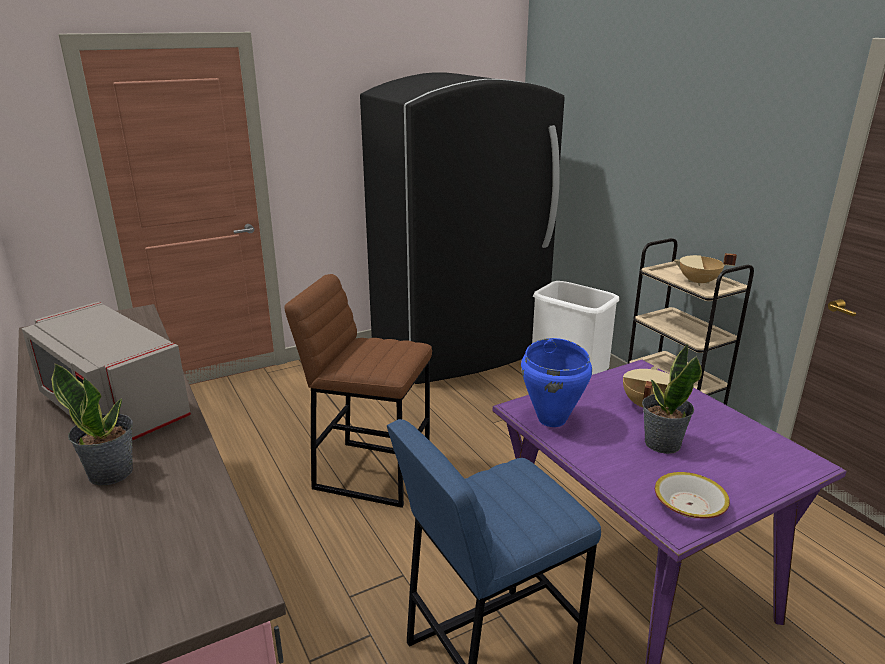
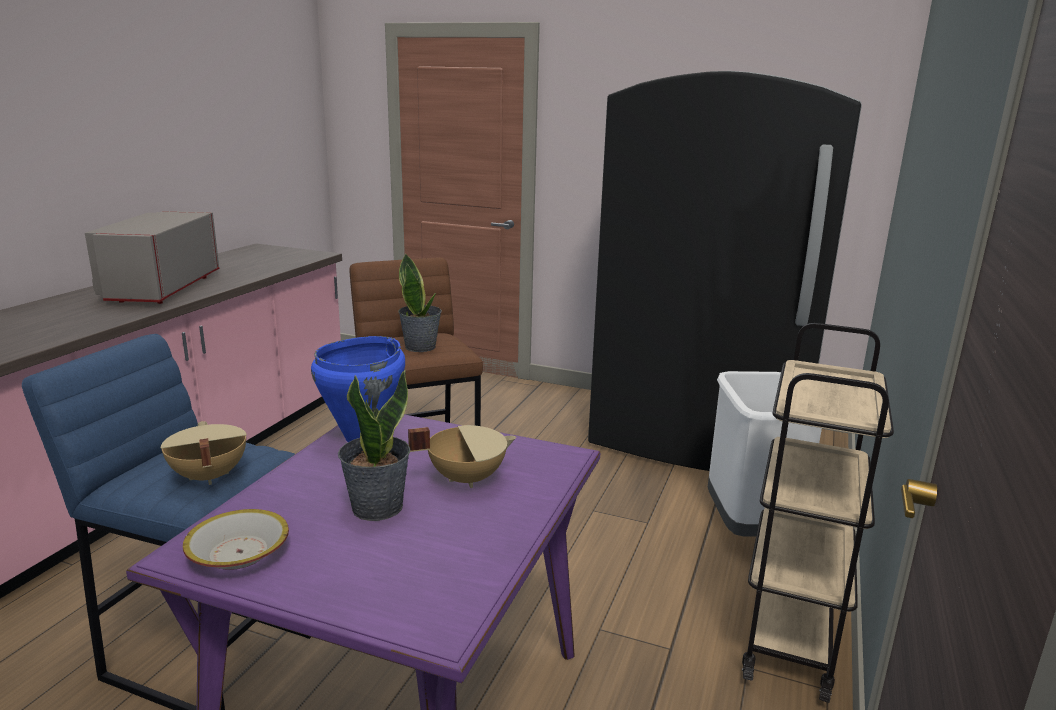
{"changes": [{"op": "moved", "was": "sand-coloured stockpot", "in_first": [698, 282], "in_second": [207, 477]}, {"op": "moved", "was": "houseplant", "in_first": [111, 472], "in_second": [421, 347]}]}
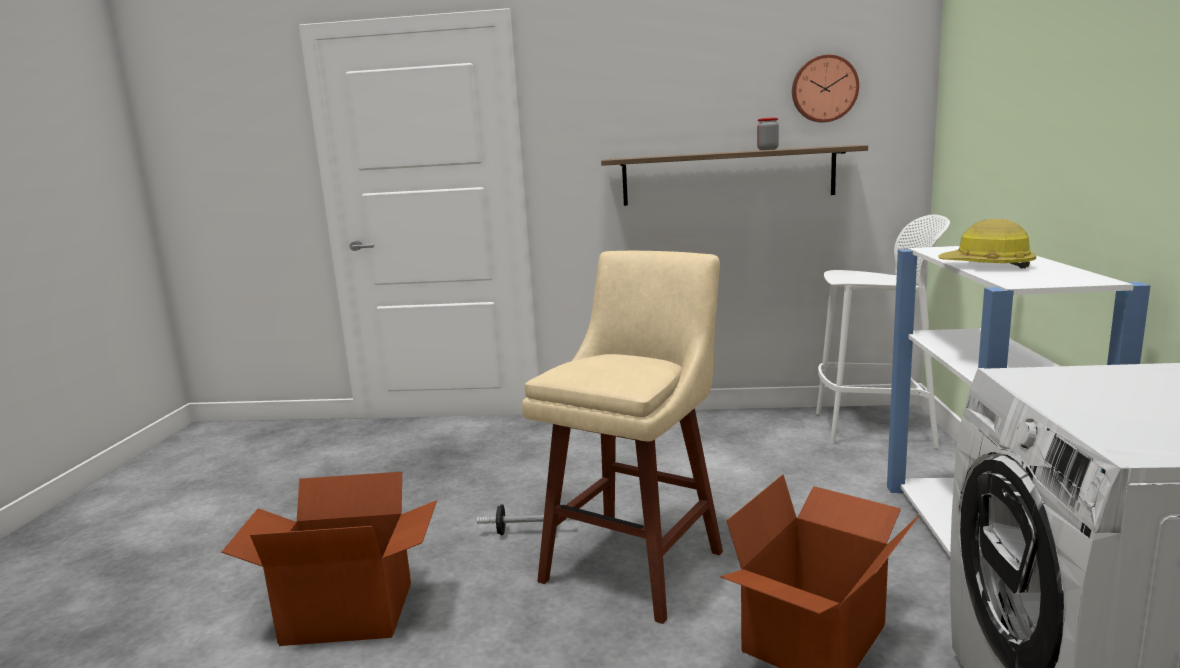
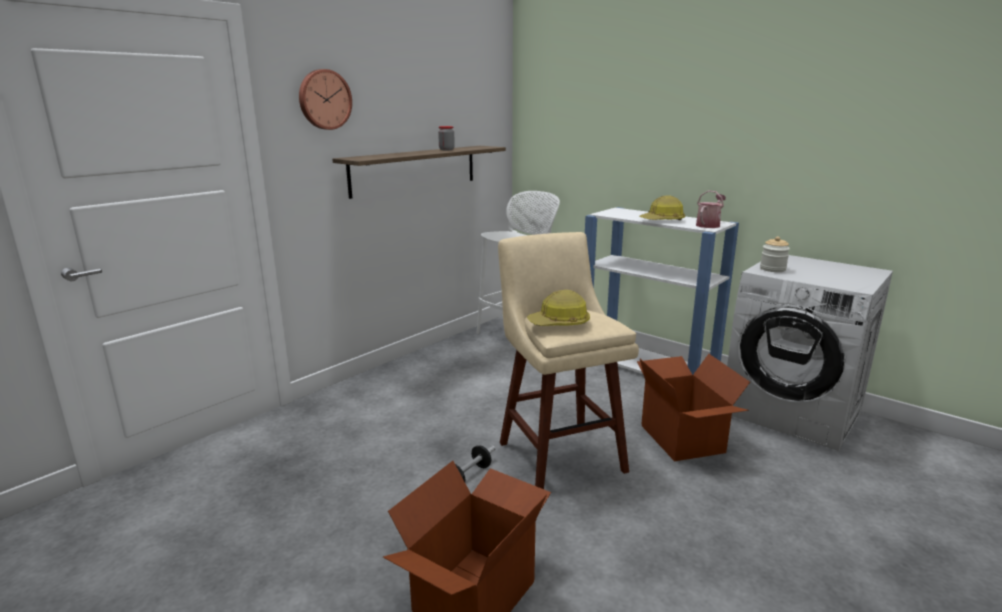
{"changes": [{"op": "moved", "was": "hanging clock", "in_first": [824, 89], "in_second": [324, 99]}, {"op": "added", "now": "work helmet", "in_second": [559, 323]}, {"op": "added", "now": "watering pot", "in_second": [709, 225]}, {"op": "added", "now": "preserve jar", "in_second": [772, 269]}]}
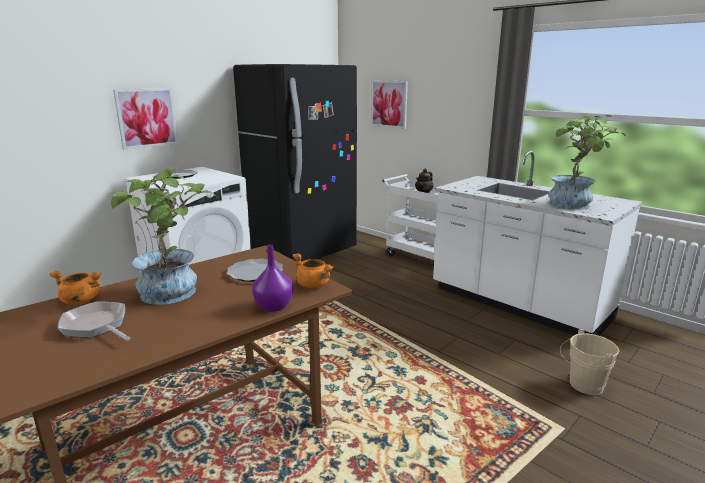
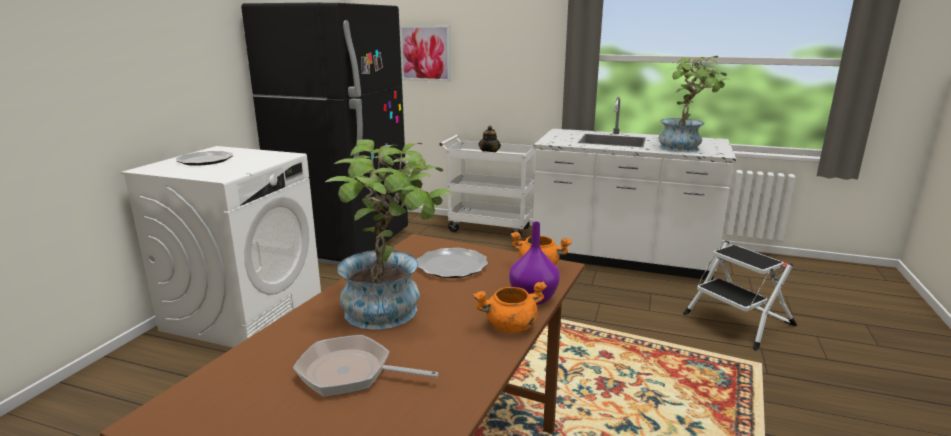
{"changes": [{"op": "moved", "was": "orange stockpot", "in_first": [80, 301], "in_second": [510, 326]}, {"op": "replaced", "was": "sand-coloured water bucket", "now": "stepladder", "in_first": [582, 385], "in_second": [739, 321]}, {"op": "removed", "was": "wall picture", "in_first": [147, 118]}]}
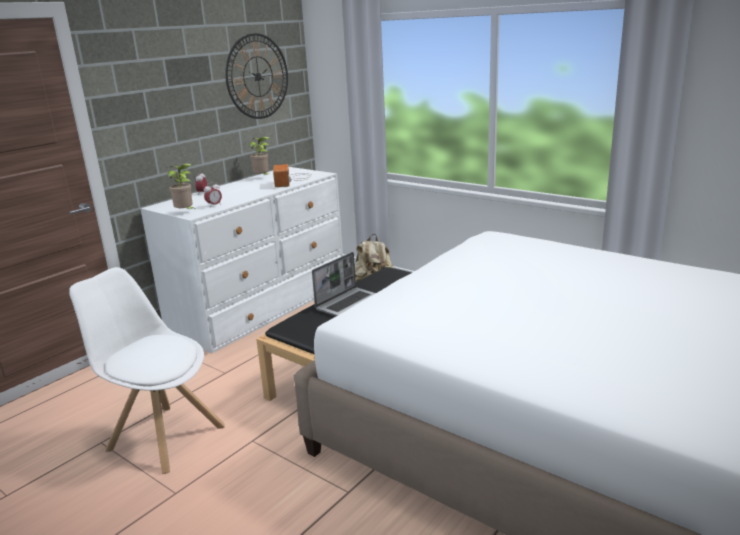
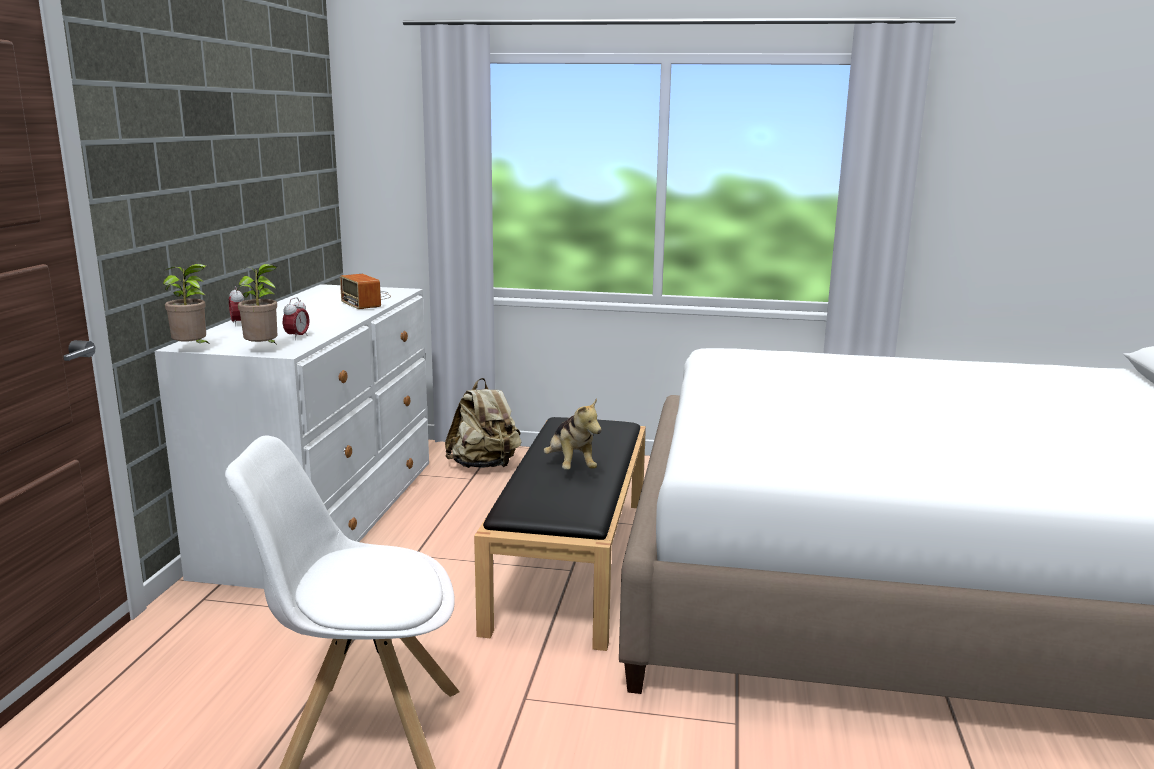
{"changes": [{"op": "moved", "was": "houseplant", "in_first": [262, 177], "in_second": [193, 350]}, {"op": "replaced", "was": "portable computer", "now": "cuddly toy", "in_first": [350, 304], "in_second": [570, 466]}, {"op": "removed", "was": "hanging clock", "in_first": [258, 76]}]}
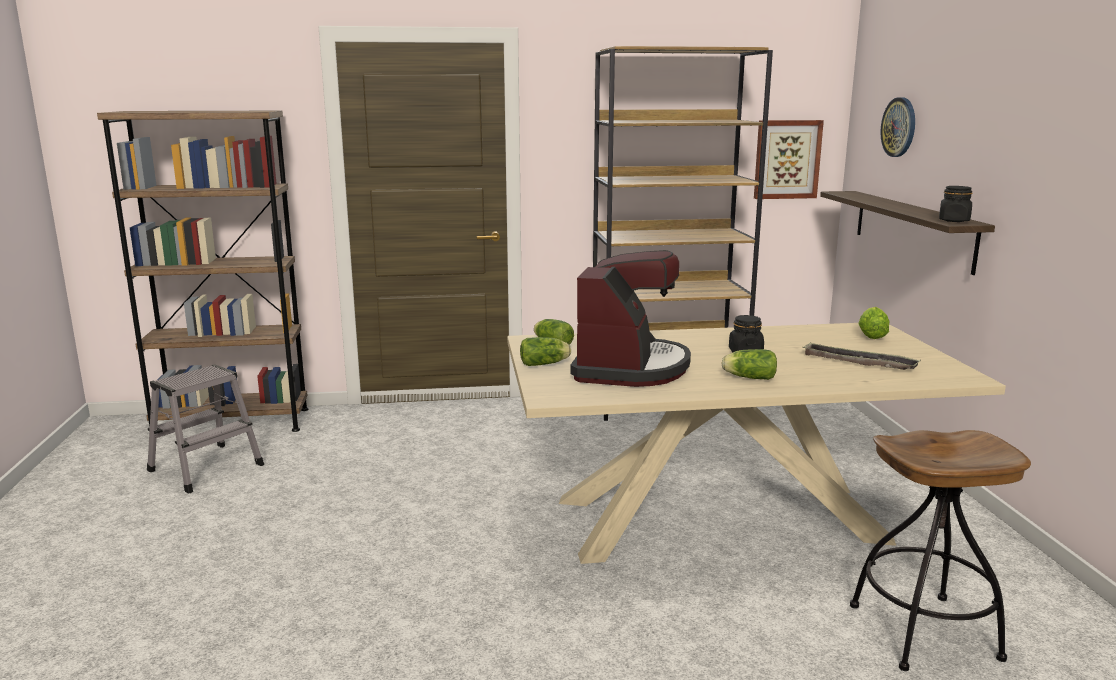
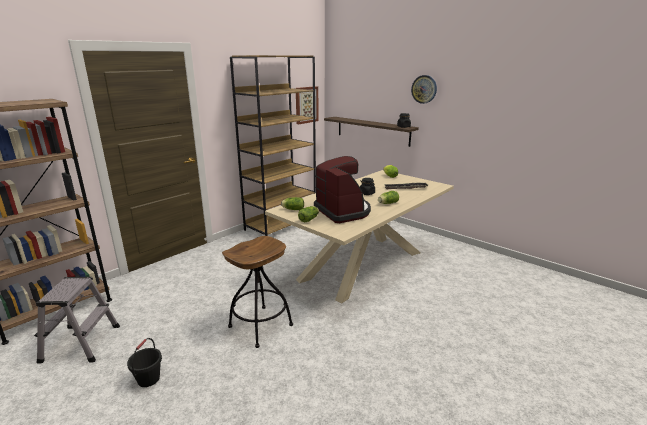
{"changes": [{"op": "added", "now": "black water bucket", "in_second": [148, 379]}, {"op": "moved", "was": "brown stool seat", "in_first": [923, 631], "in_second": [260, 326]}, {"op": "moved", "was": "hanging clock", "in_first": [899, 127], "in_second": [424, 89]}]}
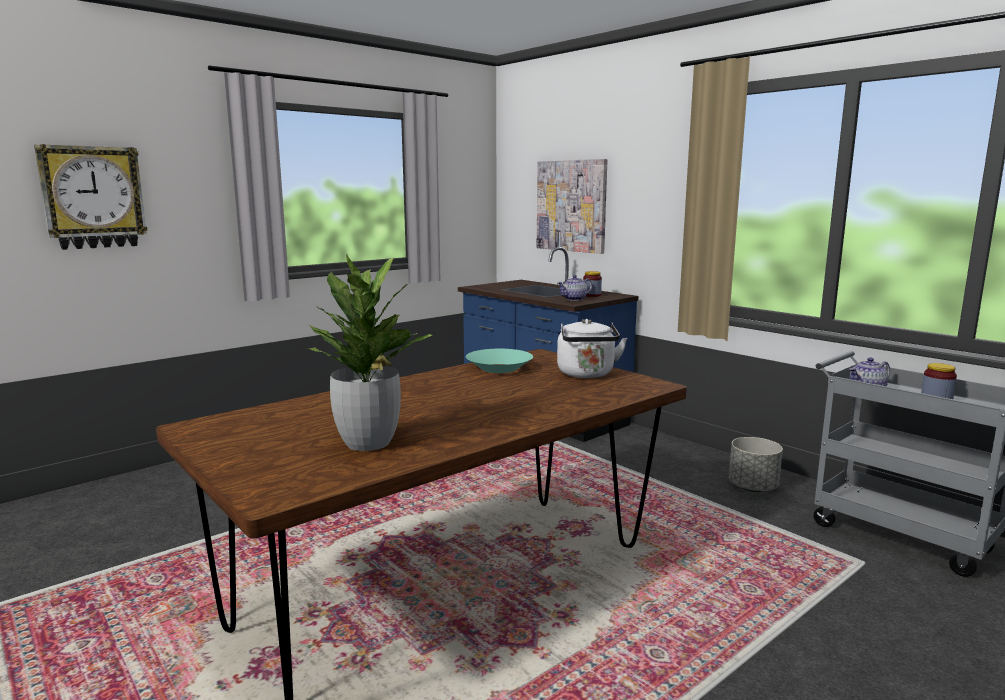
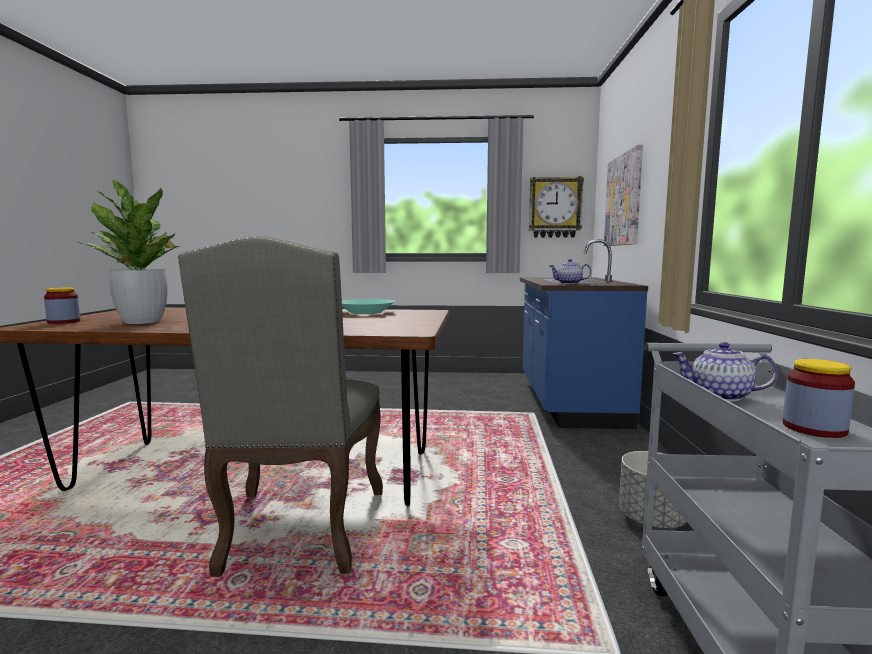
{"changes": [{"op": "moved", "was": "preserve jar", "in_first": [591, 295], "in_second": [64, 322]}, {"op": "added", "now": "grey chair", "in_second": [299, 532]}, {"op": "moved", "was": "hanging clock", "in_first": [93, 197], "in_second": [555, 207]}, {"op": "removed", "was": "whitish water kettle", "in_first": [587, 374]}]}
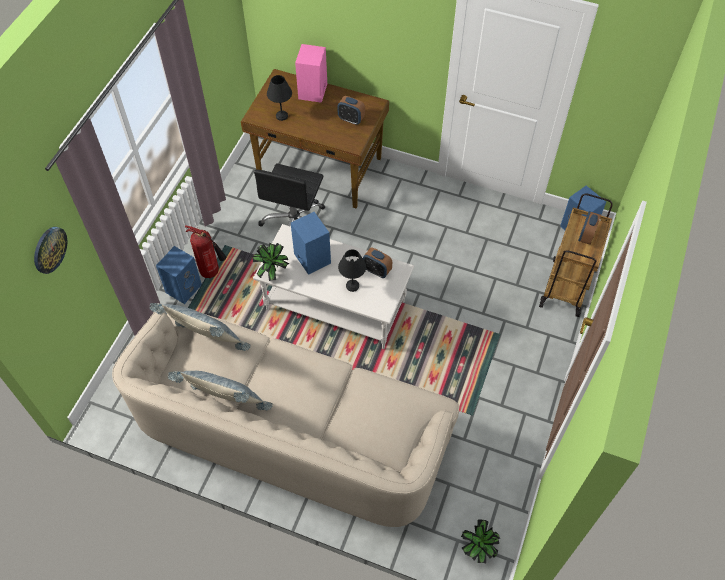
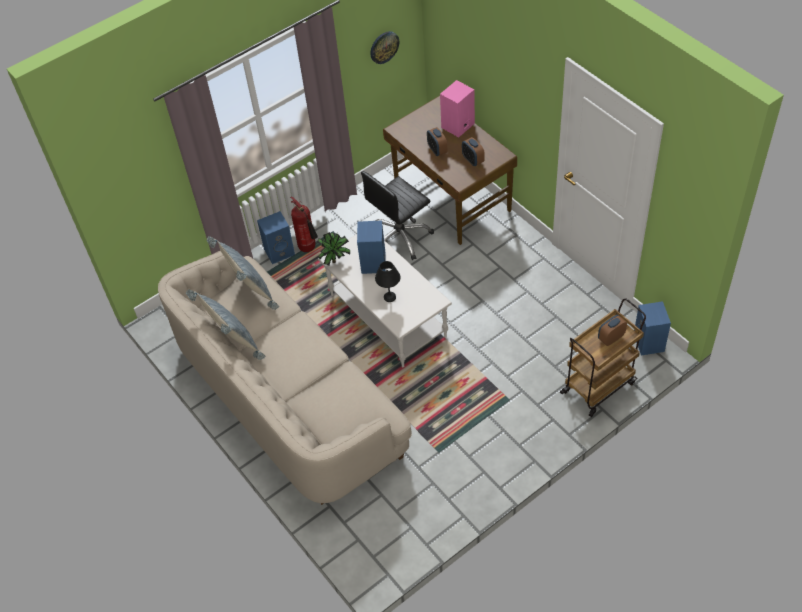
{"changes": [{"op": "moved", "was": "hanging clock", "in_first": [49, 249], "in_second": [384, 47]}, {"op": "moved", "was": "bedside clock", "in_first": [377, 271], "in_second": [437, 150]}, {"op": "removed", "was": "black tabletop lamp", "in_first": [281, 116]}, {"op": "removed", "was": "houseplant", "in_first": [477, 549]}]}
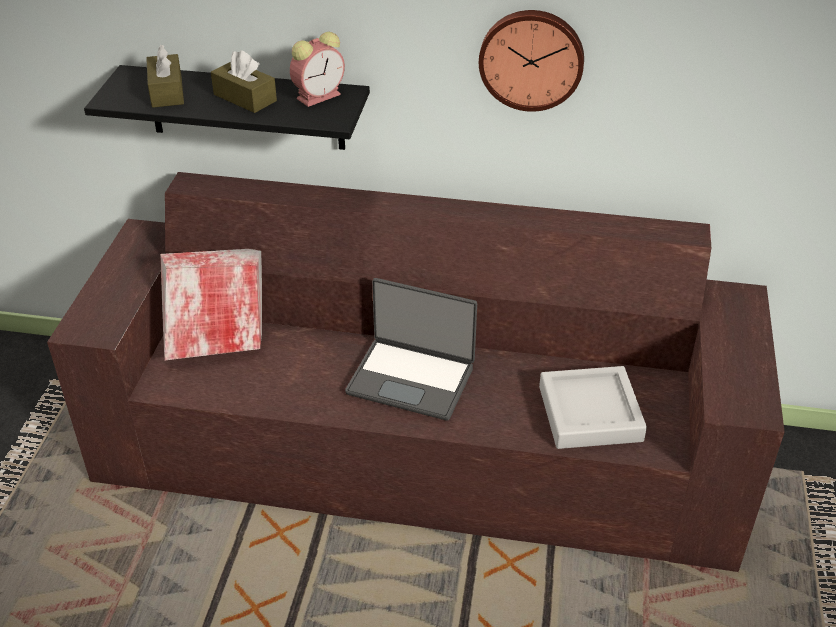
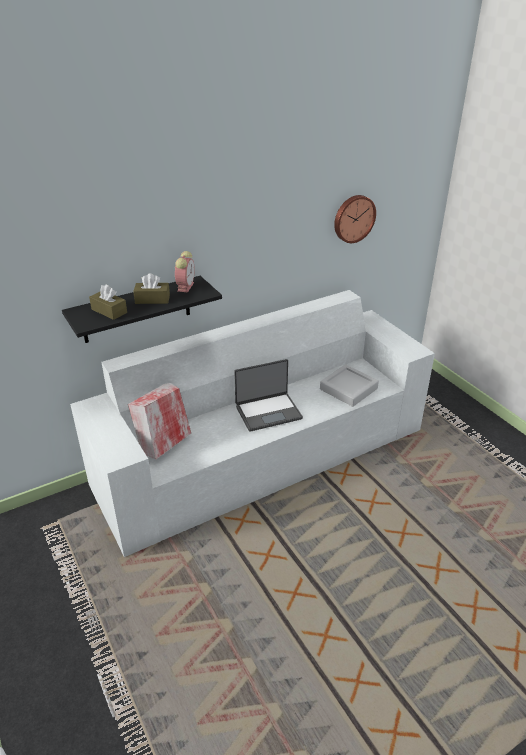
{"changes": [{"op": "recoloured", "was": "brown settee", "now": "whitish settee", "in_first": [419, 452], "in_second": [263, 456]}, {"op": "moved", "was": "hanging clock", "in_first": [531, 59], "in_second": [353, 218]}]}
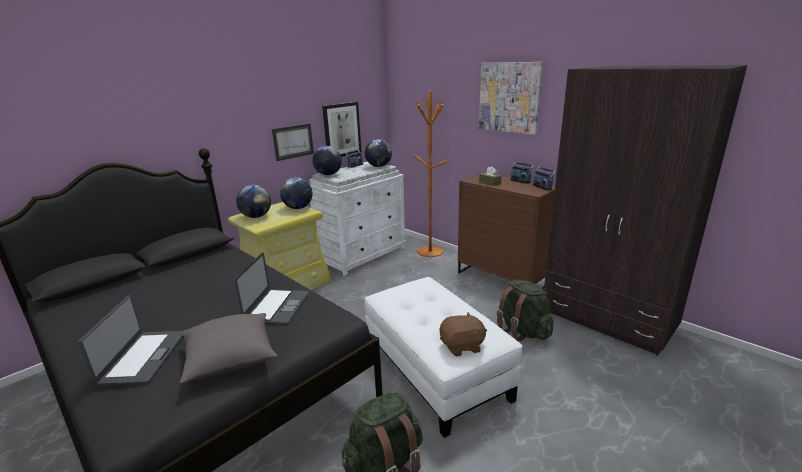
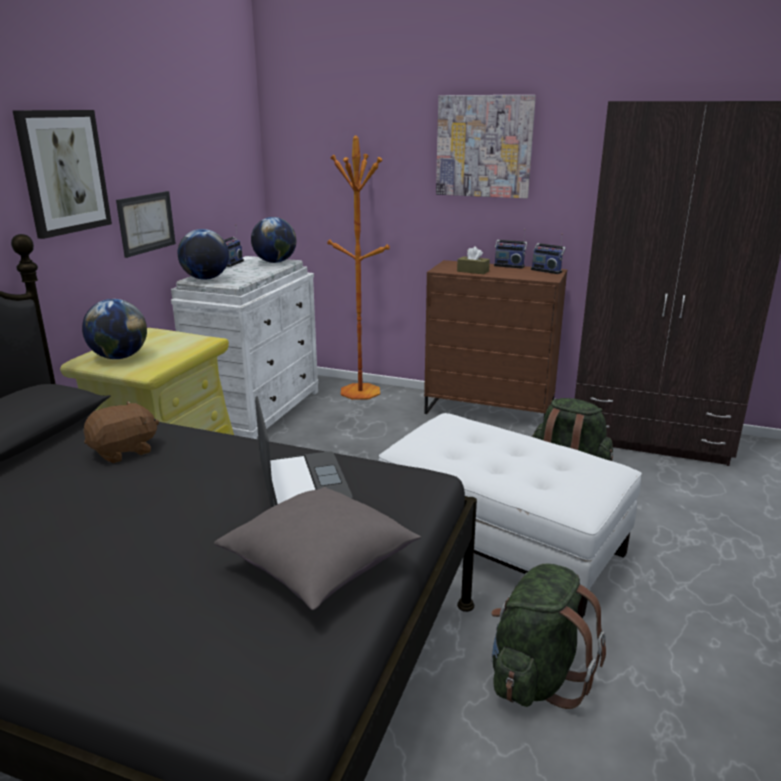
{"changes": [{"op": "moved", "was": "wall picture", "in_first": [341, 130], "in_second": [63, 172]}, {"op": "moved", "was": "brown cuddly toy", "in_first": [462, 346], "in_second": [124, 451]}, {"op": "removed", "was": "portable computer", "in_first": [142, 357]}, {"op": "removed", "was": "world globe", "in_first": [298, 208]}]}
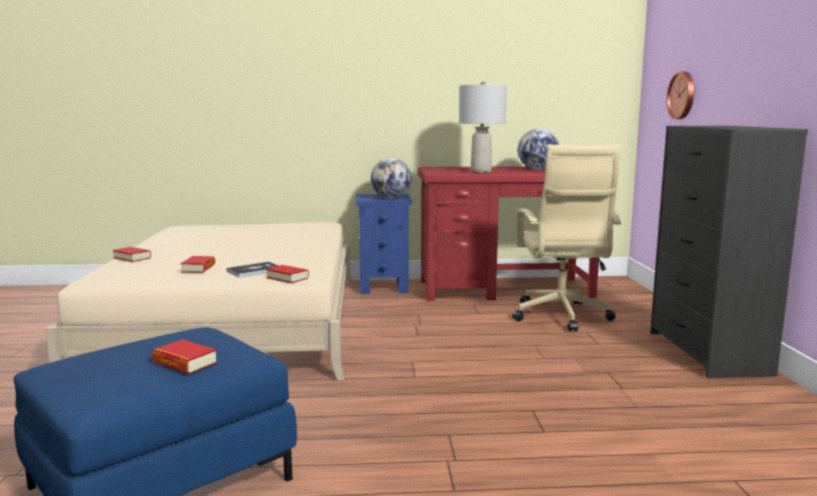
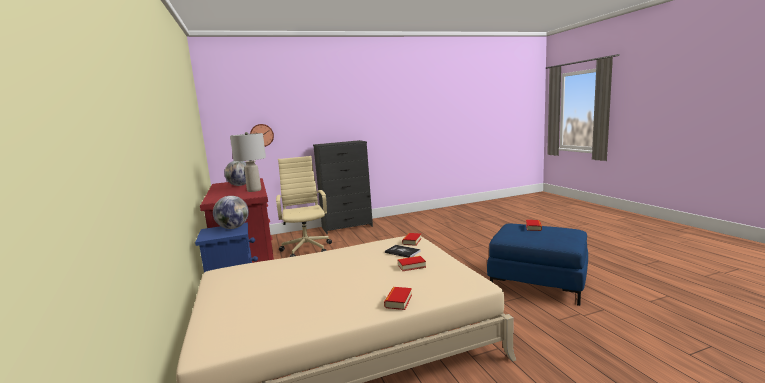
{"changes": [{"op": "turned", "was": "sand-coloured office chair", "in_first": [561, 317], "in_second": [306, 248], "clockwise": -90}]}
